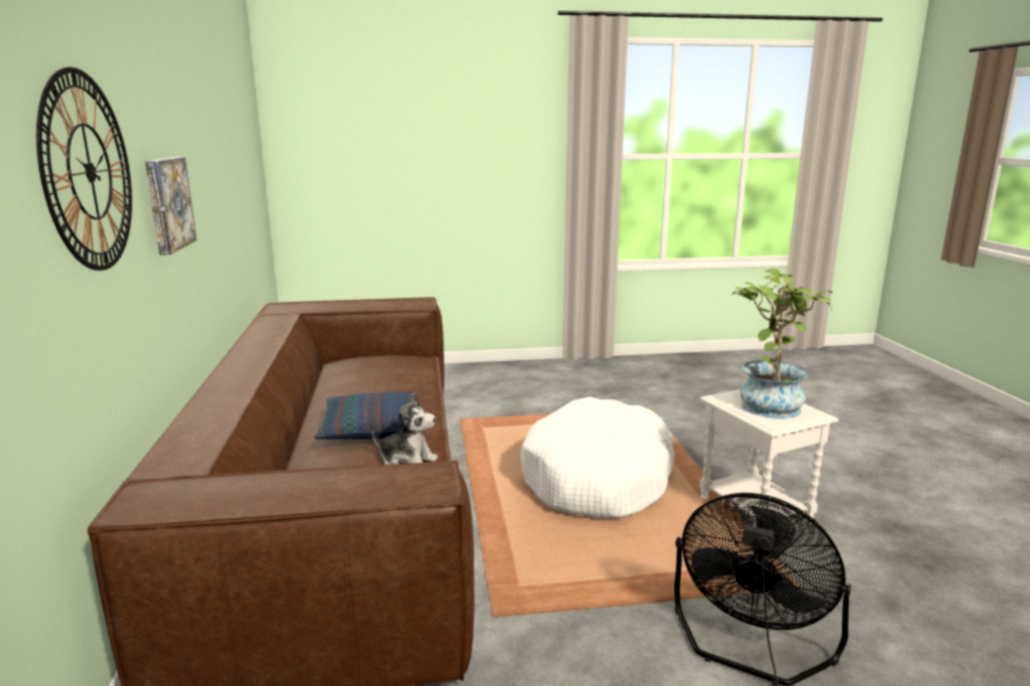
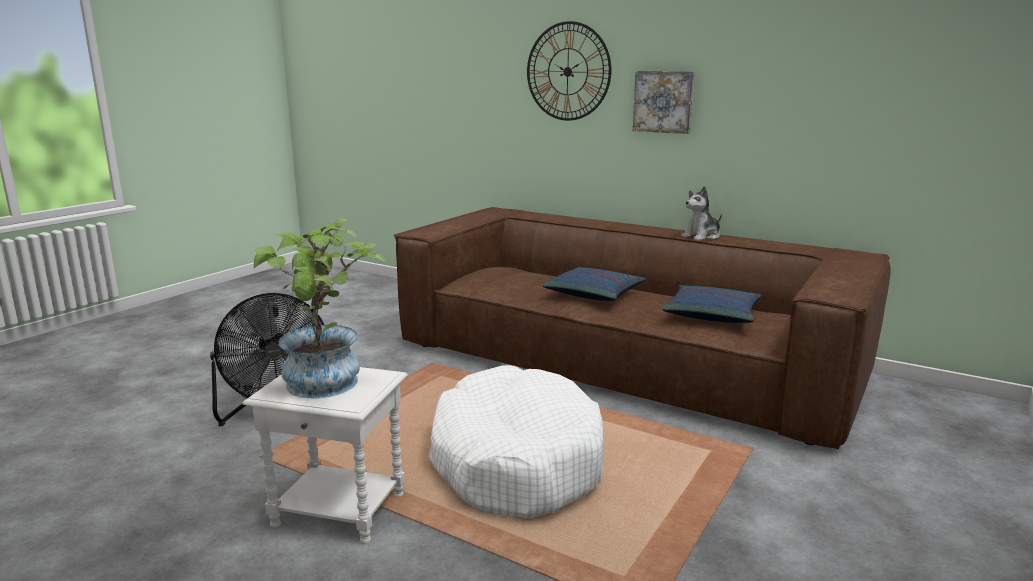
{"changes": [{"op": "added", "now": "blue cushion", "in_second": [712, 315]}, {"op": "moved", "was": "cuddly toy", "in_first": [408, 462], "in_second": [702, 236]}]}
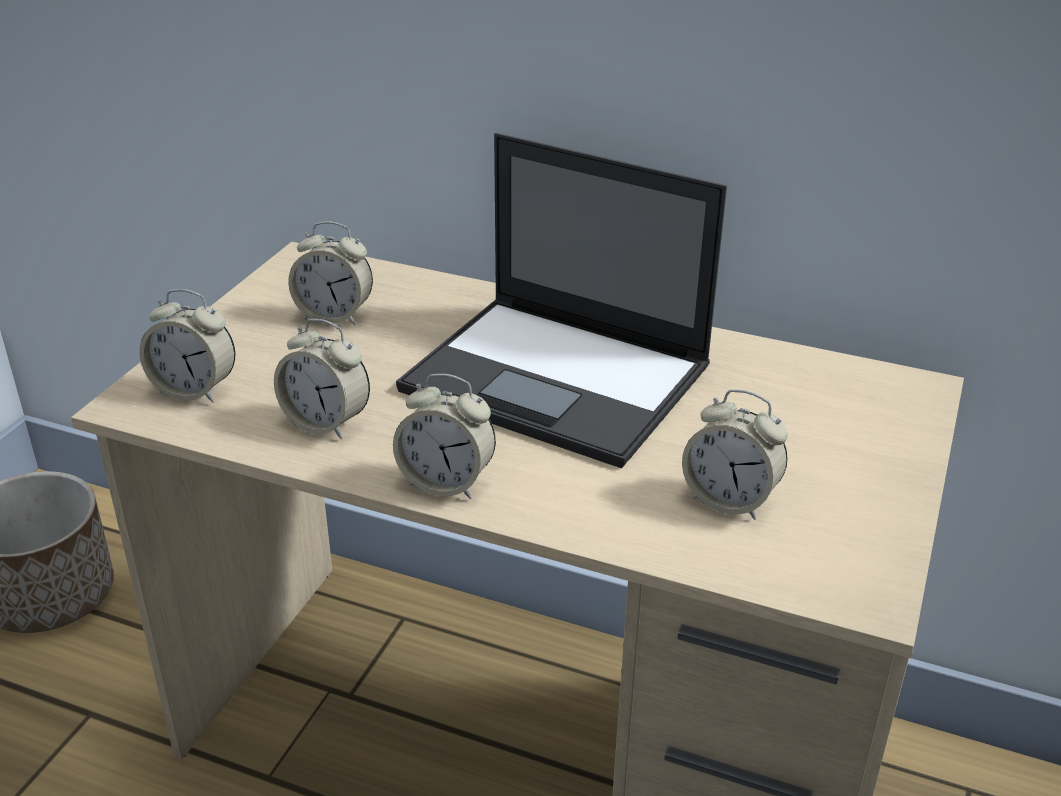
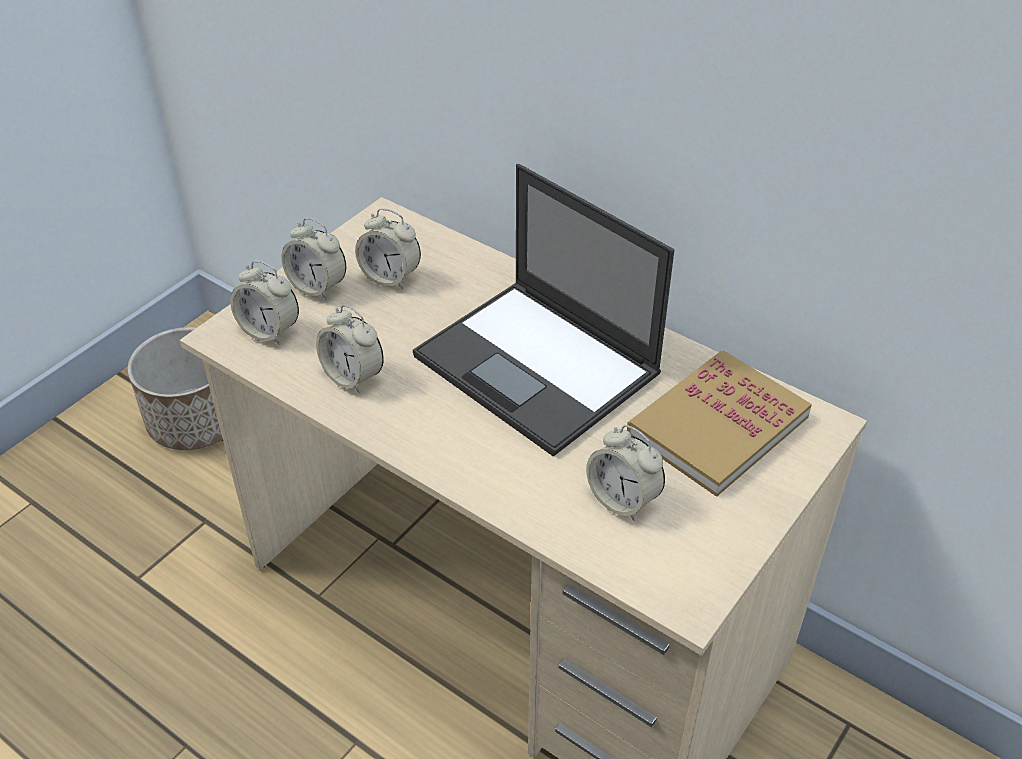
{"changes": [{"op": "moved", "was": "bedside clock", "in_first": [446, 482], "in_second": [317, 287]}, {"op": "added", "now": "volume", "in_second": [717, 425]}]}
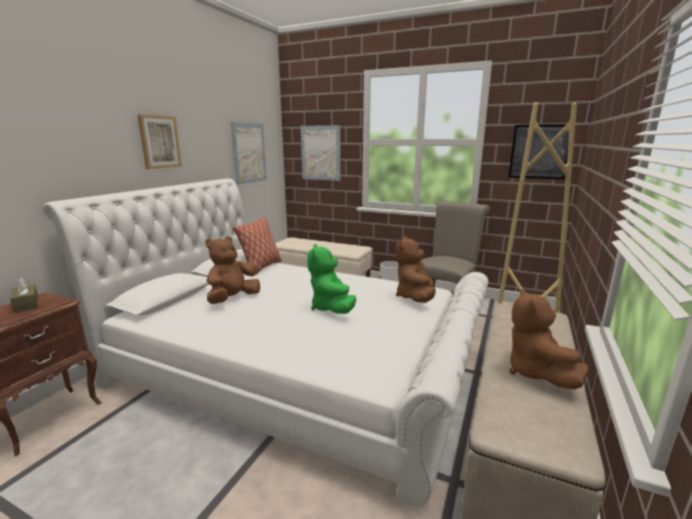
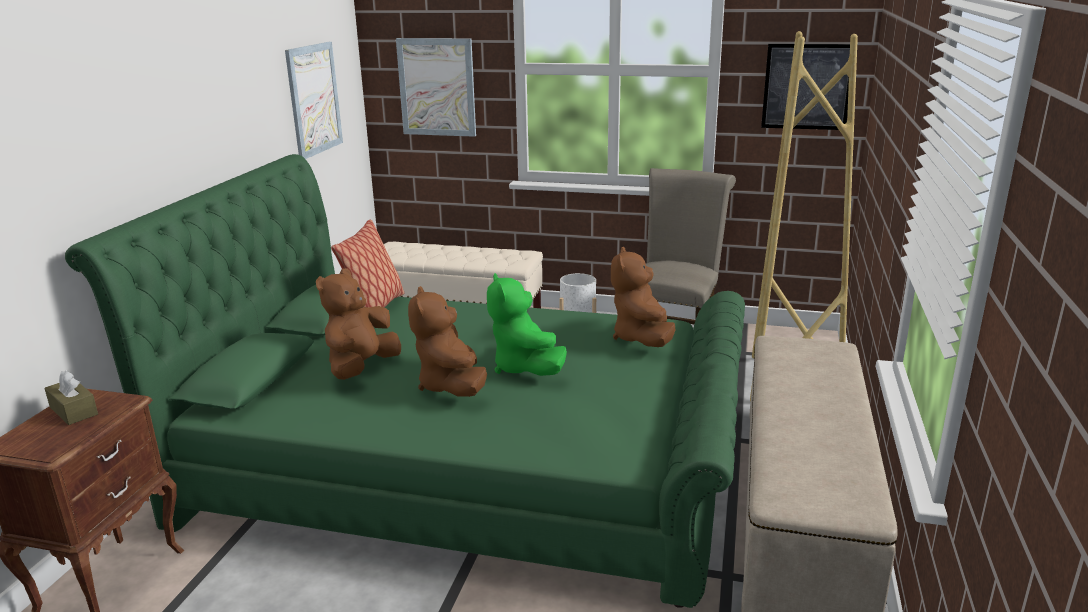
{"changes": [{"op": "recoloured", "was": "whitish bed", "now": "green bed", "in_first": [296, 364], "in_second": [465, 459]}, {"op": "moved", "was": "brown cuddly toy", "in_first": [535, 372], "in_second": [451, 386]}, {"op": "removed", "was": "wall picture", "in_first": [159, 142]}]}
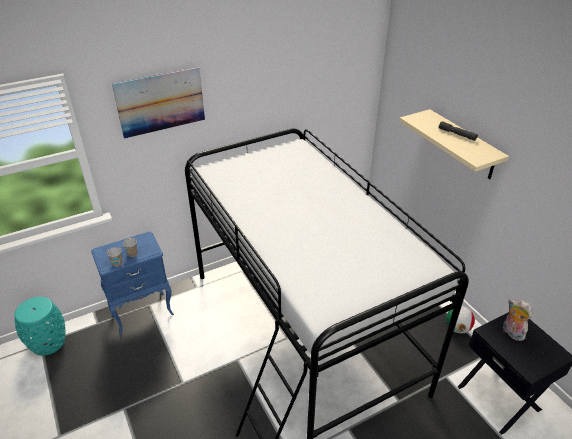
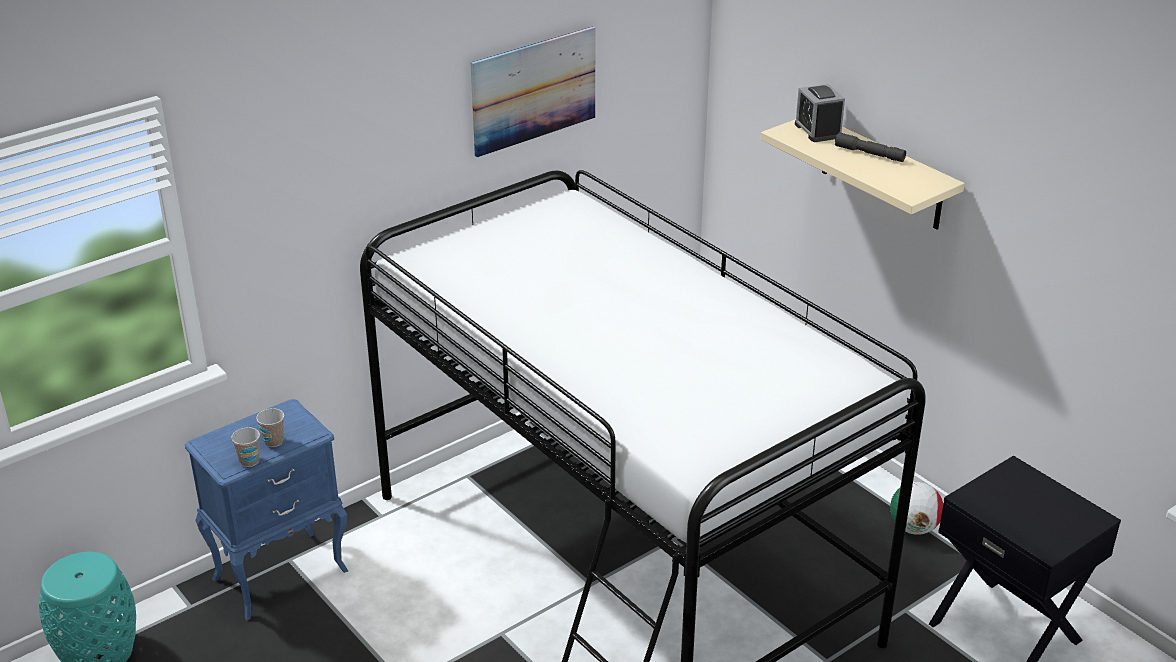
{"changes": [{"op": "moved", "was": "wall picture", "in_first": [160, 102], "in_second": [534, 90]}, {"op": "added", "now": "bedside clock", "in_second": [818, 130]}, {"op": "removed", "was": "cuddly toy", "in_first": [511, 333]}]}
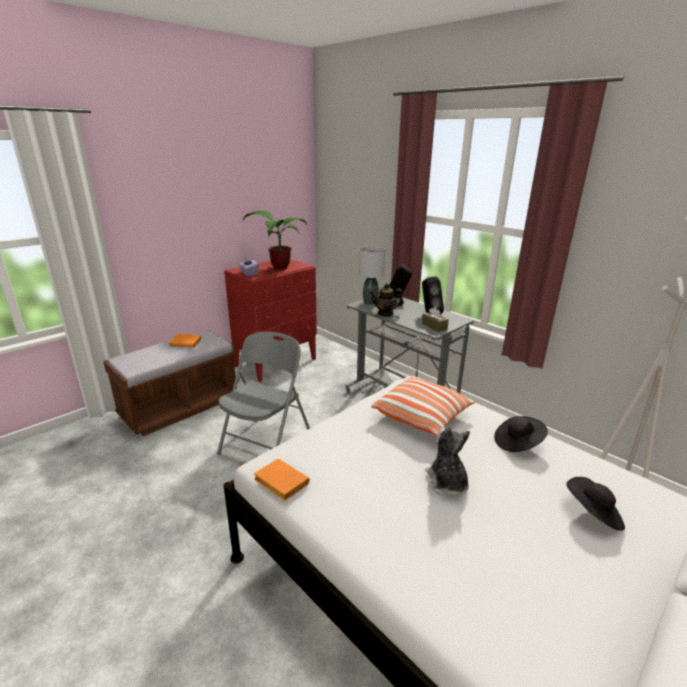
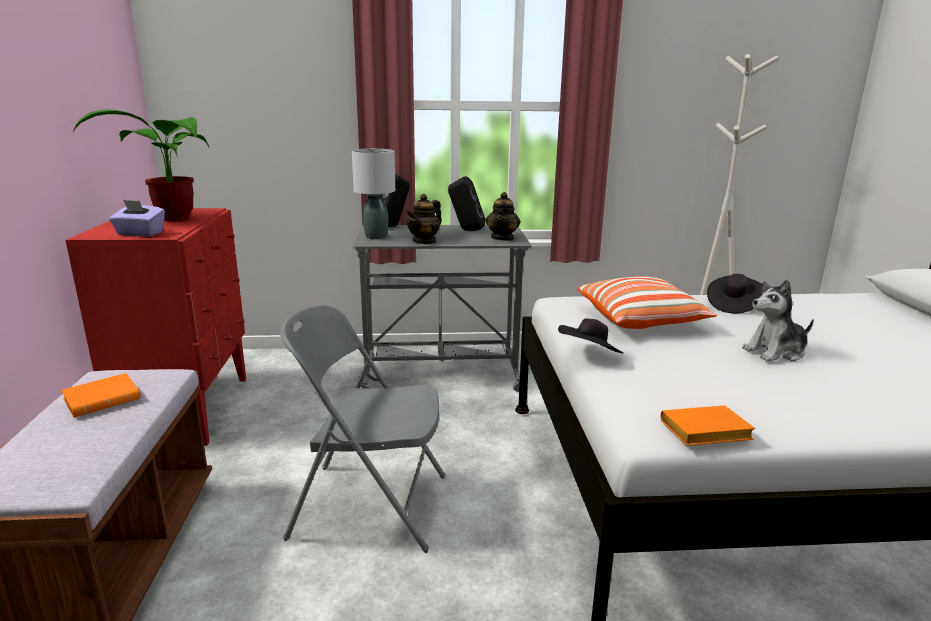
{"changes": [{"op": "turned", "was": "grey chair", "in_first": [266, 442], "in_second": [370, 505], "clockwise": -60}, {"op": "replaced", "was": "brown box of tissues", "now": "teapot", "in_first": [434, 326], "in_second": [502, 238]}, {"op": "moved", "was": "black clothing hat", "in_first": [593, 514], "in_second": [589, 356]}, {"op": "turned", "was": "cuddly toy", "in_first": [446, 483], "in_second": [776, 352], "clockwise": -45}]}
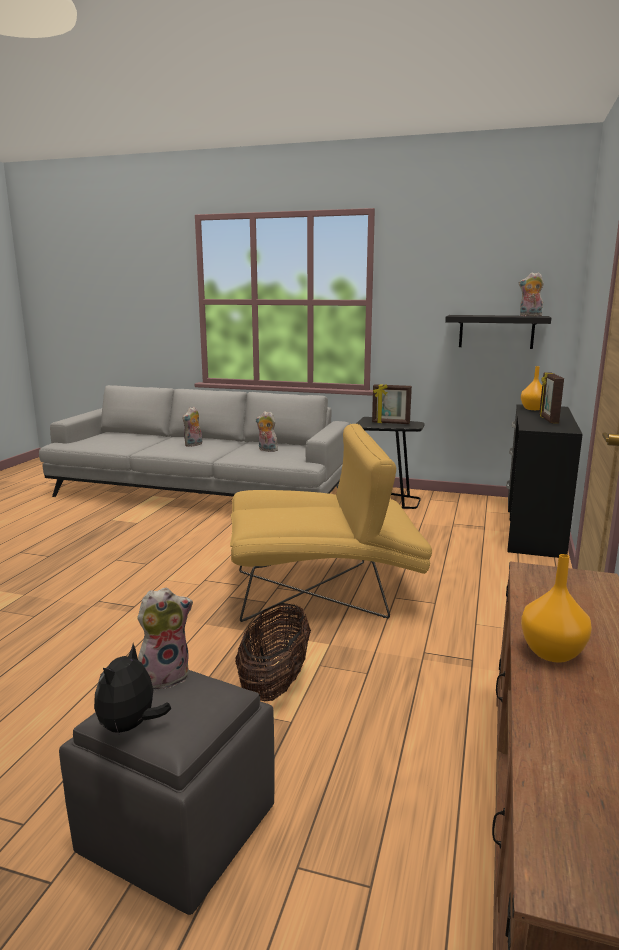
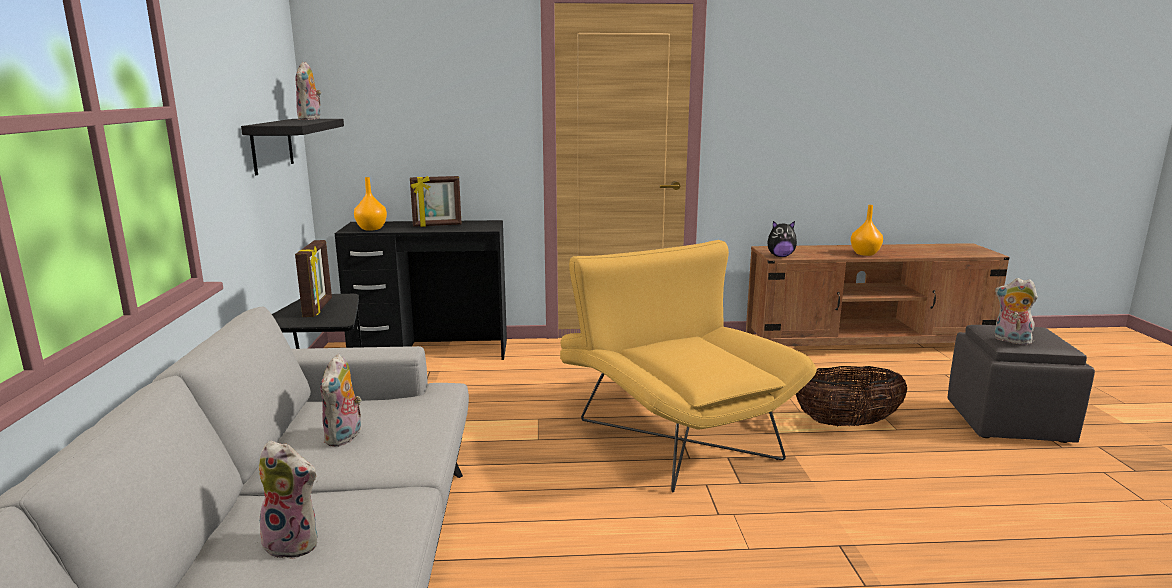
{"changes": [{"op": "moved", "was": "cuddly toy", "in_first": [130, 726], "in_second": [780, 256]}]}
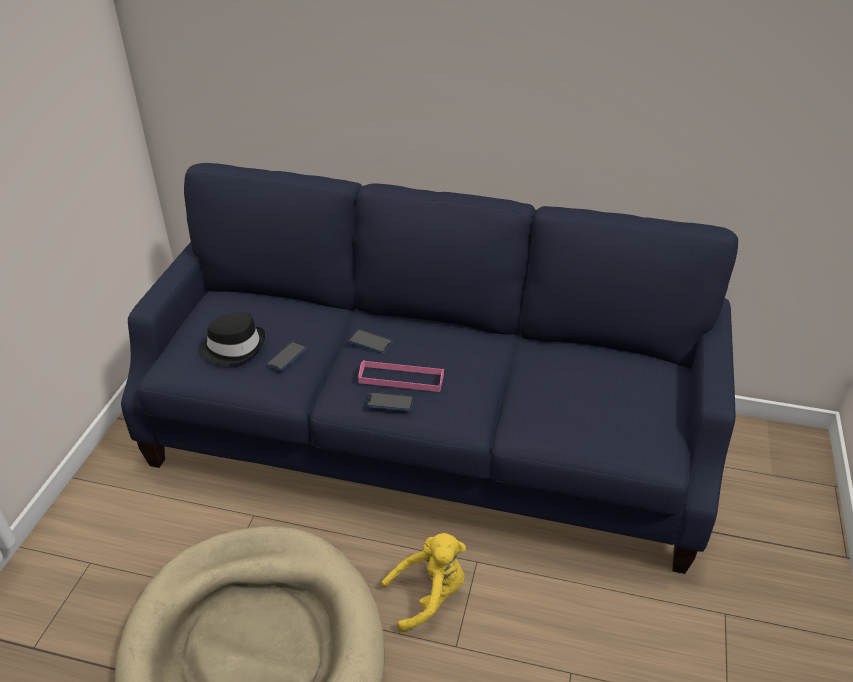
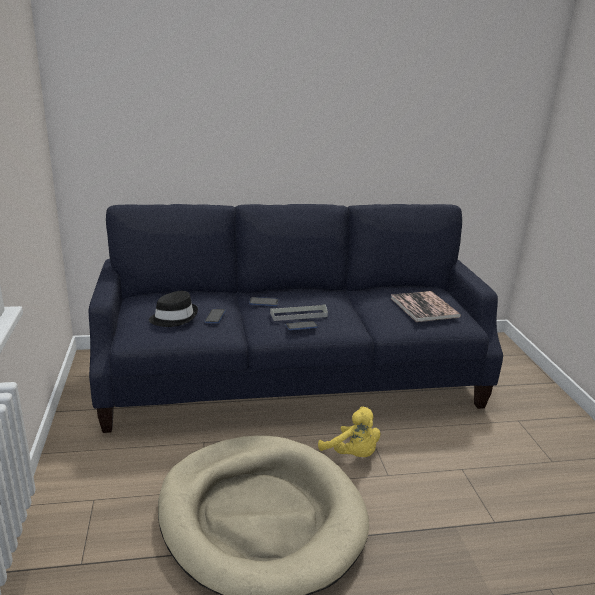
{"changes": [{"op": "recoloured", "was": "pinkish tray", "now": "grey tray", "in_first": [401, 379], "in_second": [298, 315]}, {"op": "turned", "was": "yellow-coloured cuddly toy", "in_first": [429, 595], "in_second": [352, 454], "clockwise": 90}, {"op": "added", "now": "volume", "in_second": [424, 307]}]}
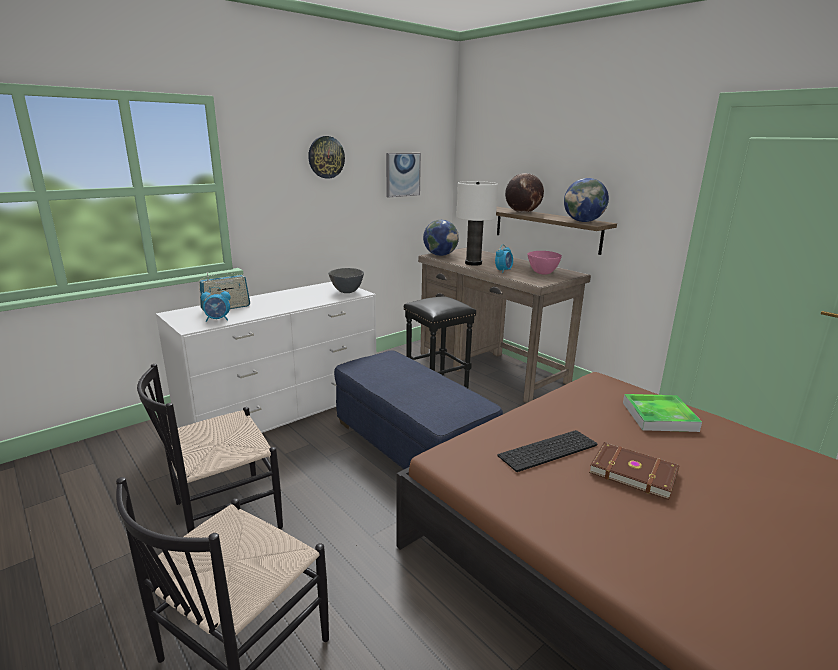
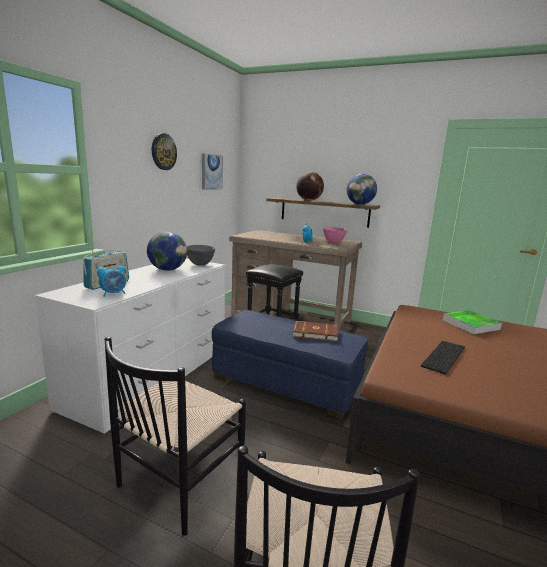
{"changes": [{"op": "moved", "was": "world globe", "in_first": [440, 255], "in_second": [167, 269]}, {"op": "moved", "was": "brown volume", "in_first": [633, 472], "in_second": [315, 333]}, {"op": "removed", "was": "whitish tabletop lamp", "in_first": [473, 263]}]}
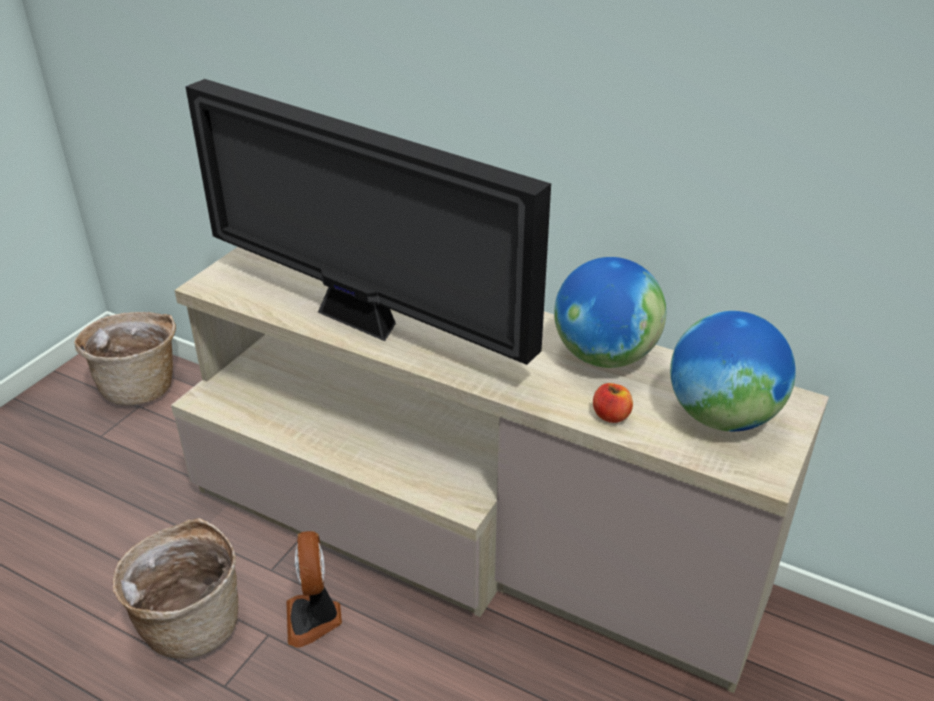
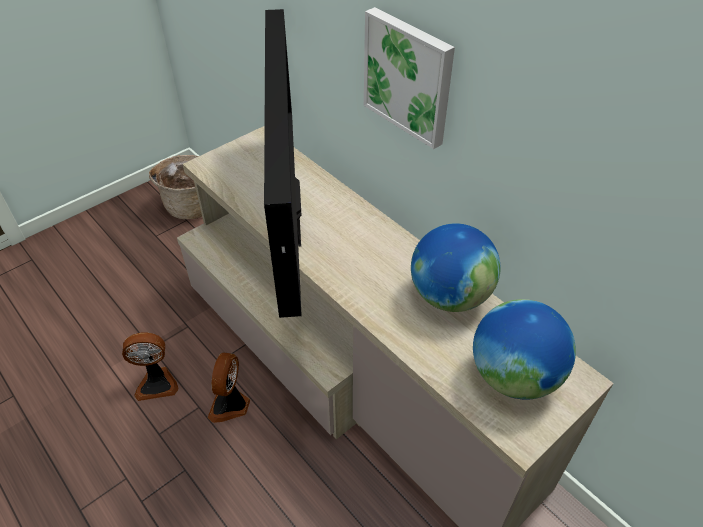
{"changes": [{"op": "replaced", "was": "household basket", "now": "electric fan", "in_first": [190, 622], "in_second": [157, 383]}, {"op": "turned", "was": "TV set", "in_first": [363, 322], "in_second": [291, 221], "clockwise": -150}, {"op": "added", "now": "wall picture", "in_second": [409, 77]}, {"op": "removed", "was": "apple", "in_first": [611, 416]}]}
